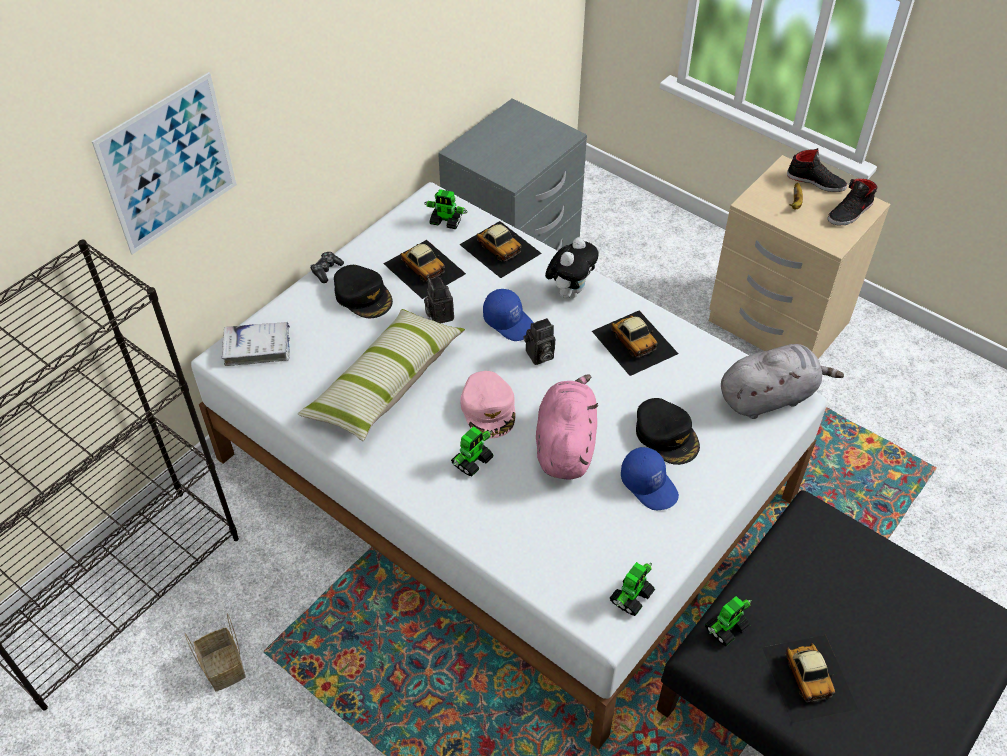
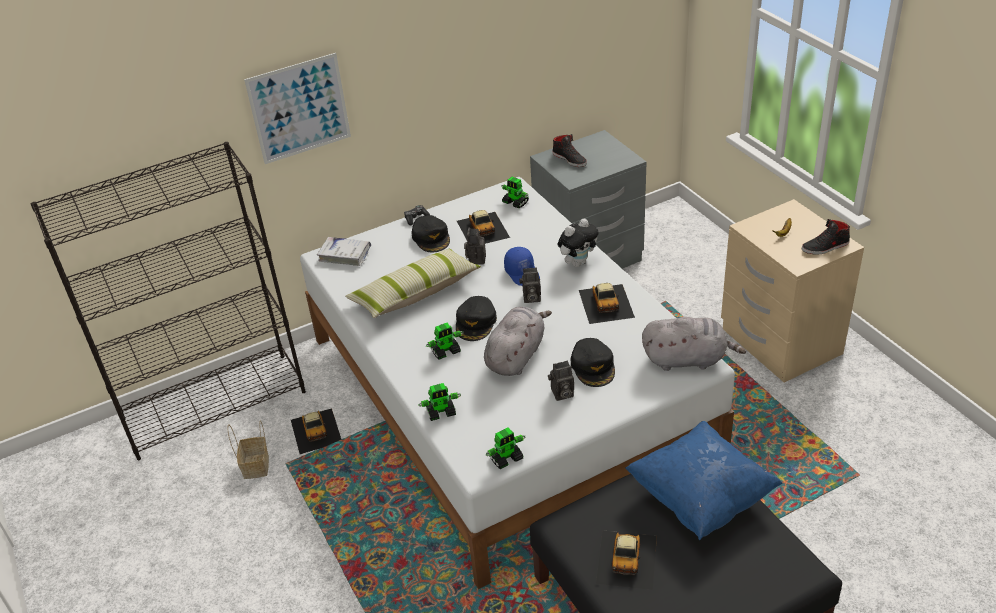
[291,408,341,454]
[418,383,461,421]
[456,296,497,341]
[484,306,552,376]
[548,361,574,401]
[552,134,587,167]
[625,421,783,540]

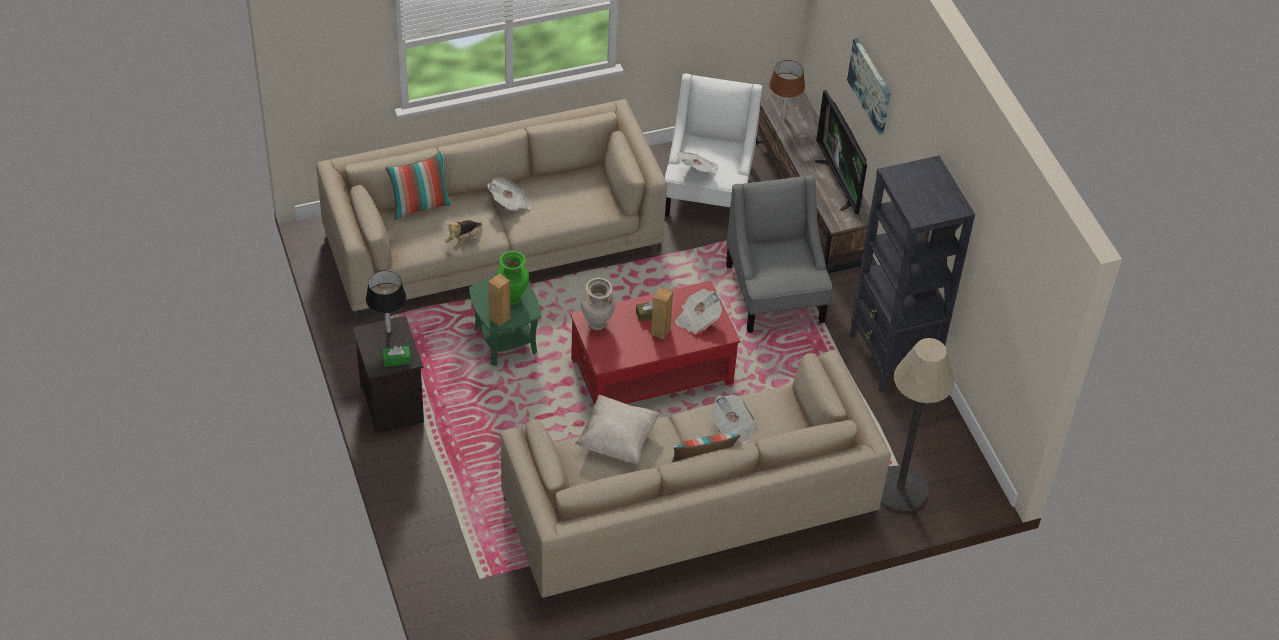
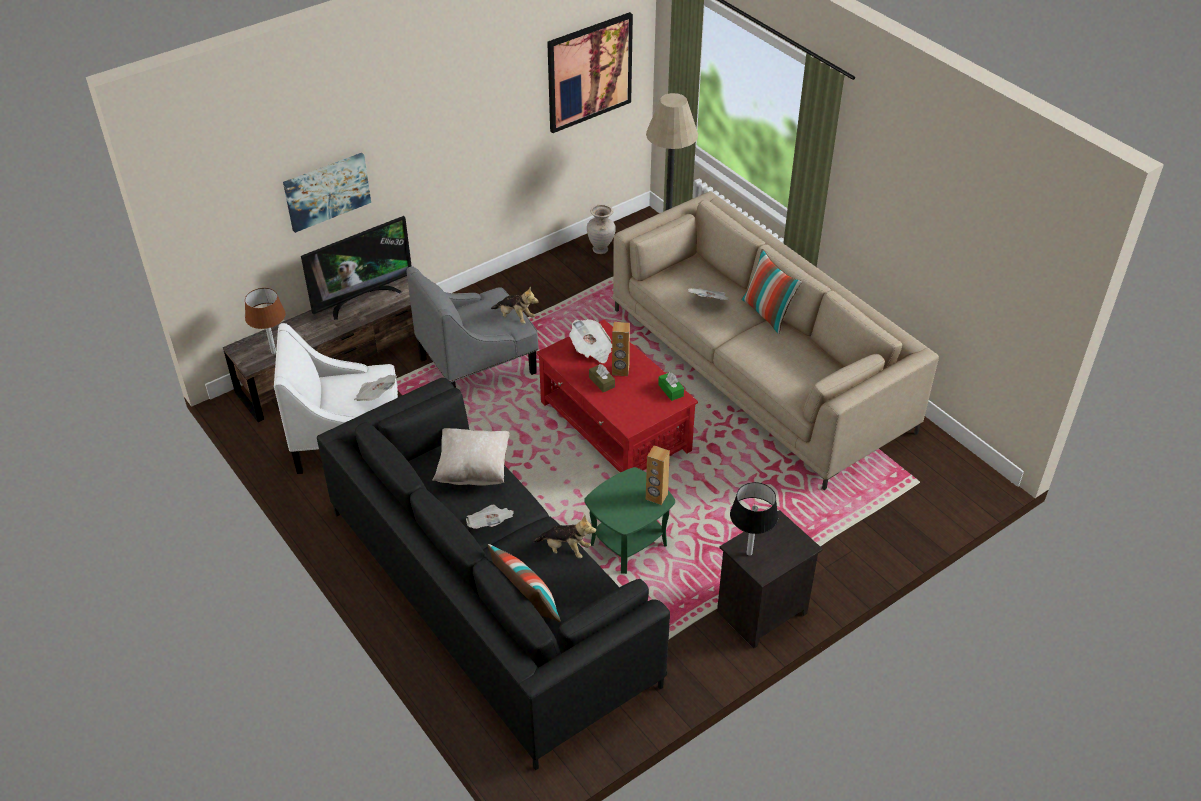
[317,378,670,770]
[432,428,510,486]
[491,287,539,324]
[547,12,633,133]
[587,204,616,254]
[658,372,684,401]
[495,251,529,305] (first image)
[850,156,975,392] (first image)

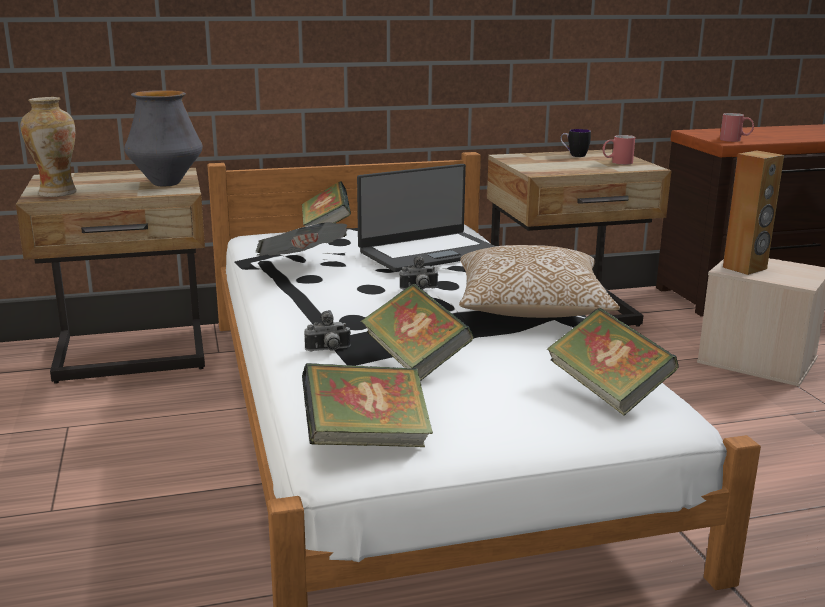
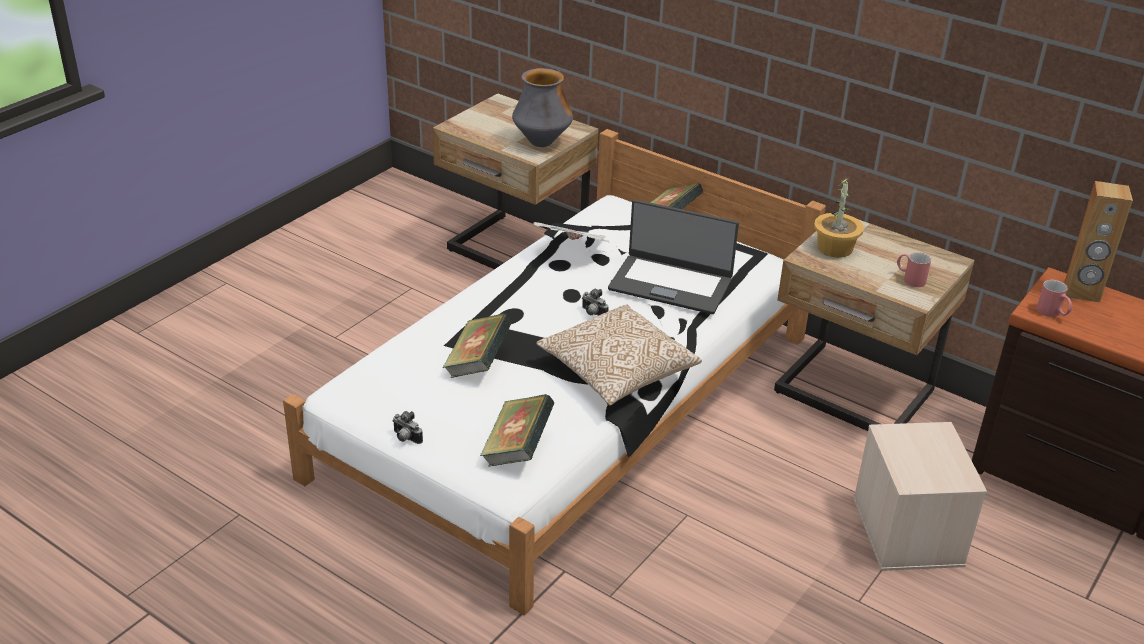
[393,411,423,444]
[814,177,864,258]
[1065,181,1133,303]
[21,97,77,197] (first image)
[302,363,433,447] (first image)
[560,129,591,157] (first image)

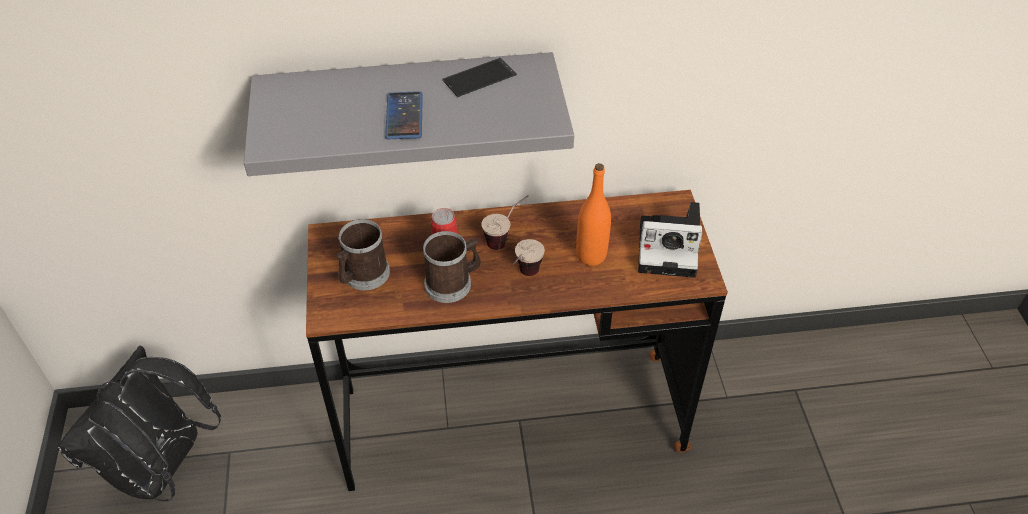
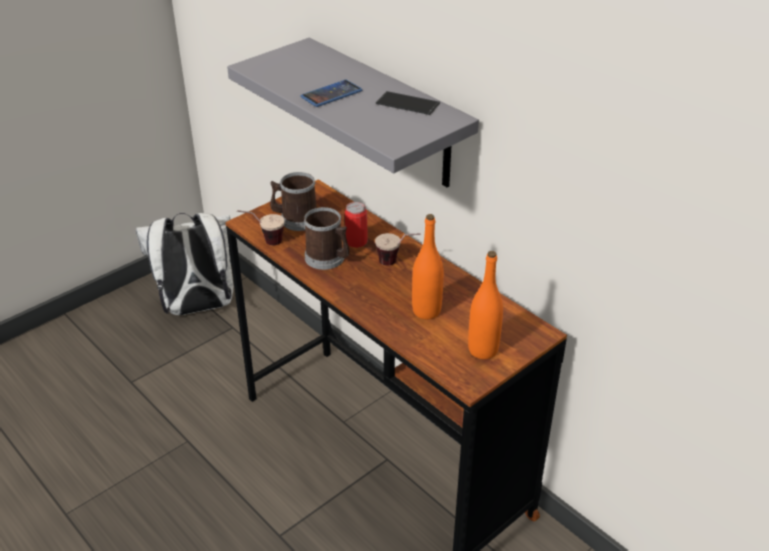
[136,213,233,315]
[237,210,285,245]
[468,251,503,359]

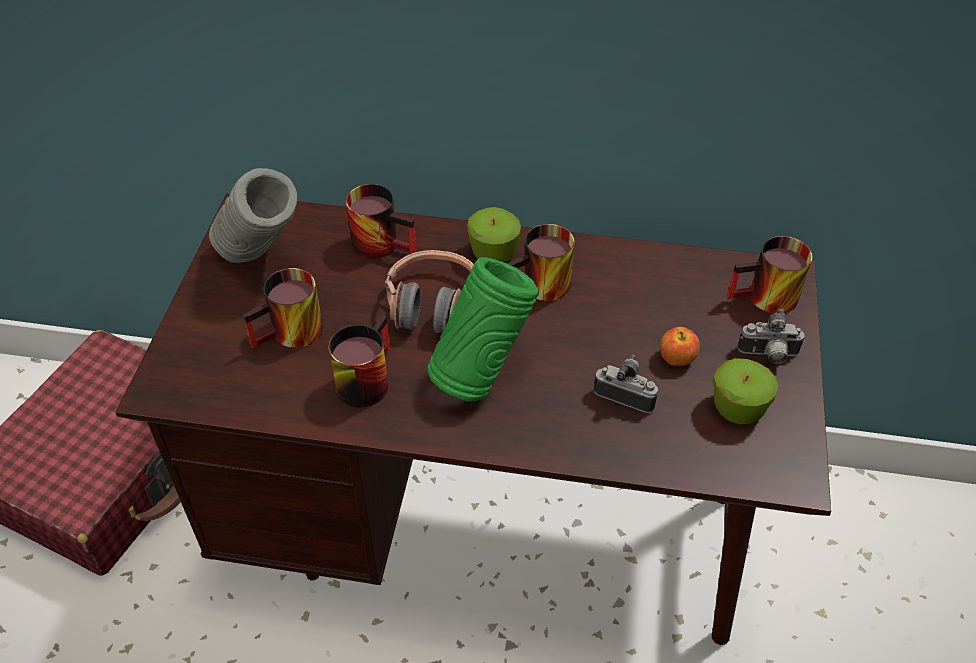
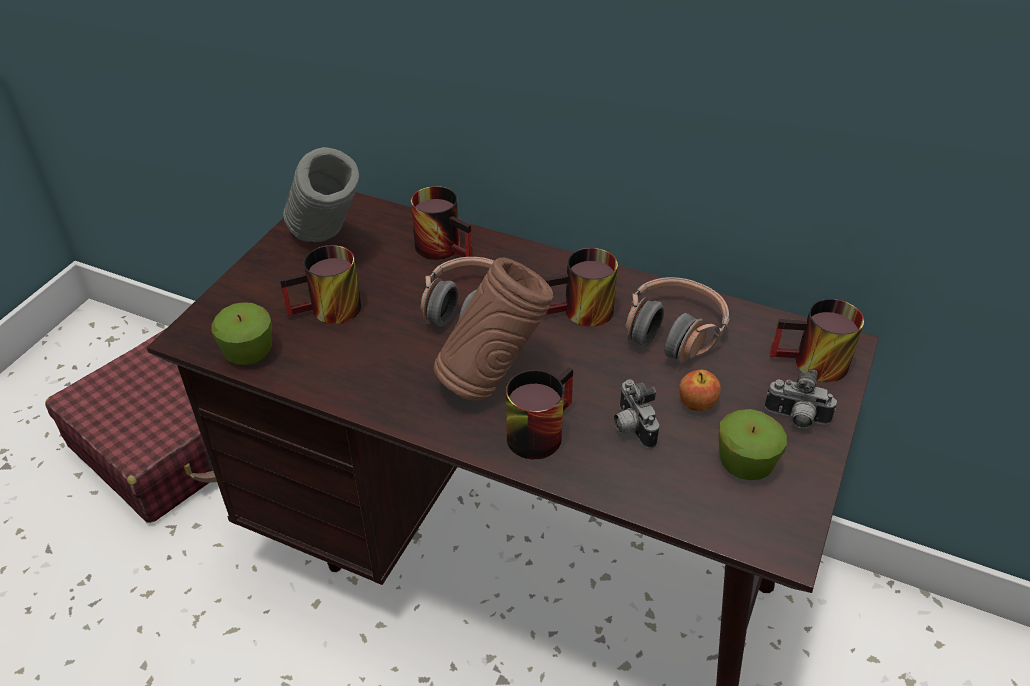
[211,302,272,365]
[434,258,553,401]
[506,367,573,459]
[614,379,659,449]
[625,277,730,363]

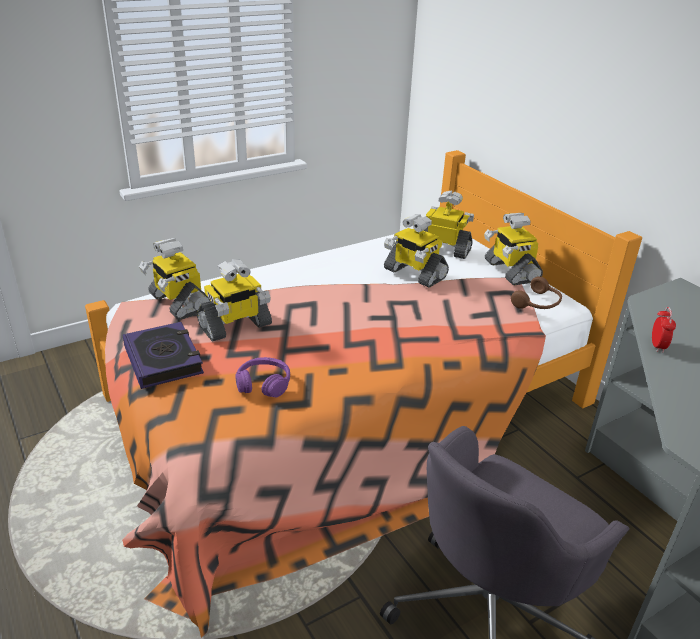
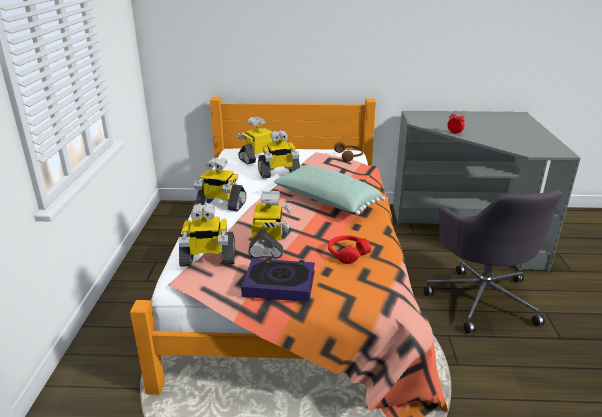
[194,157,246,211]
[274,165,385,215]
[328,235,371,264]

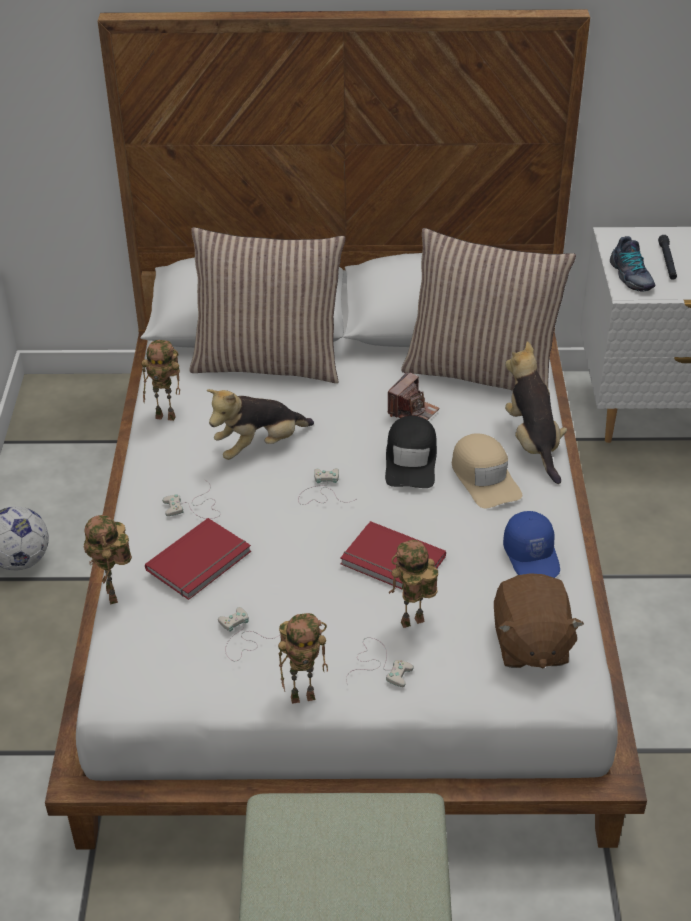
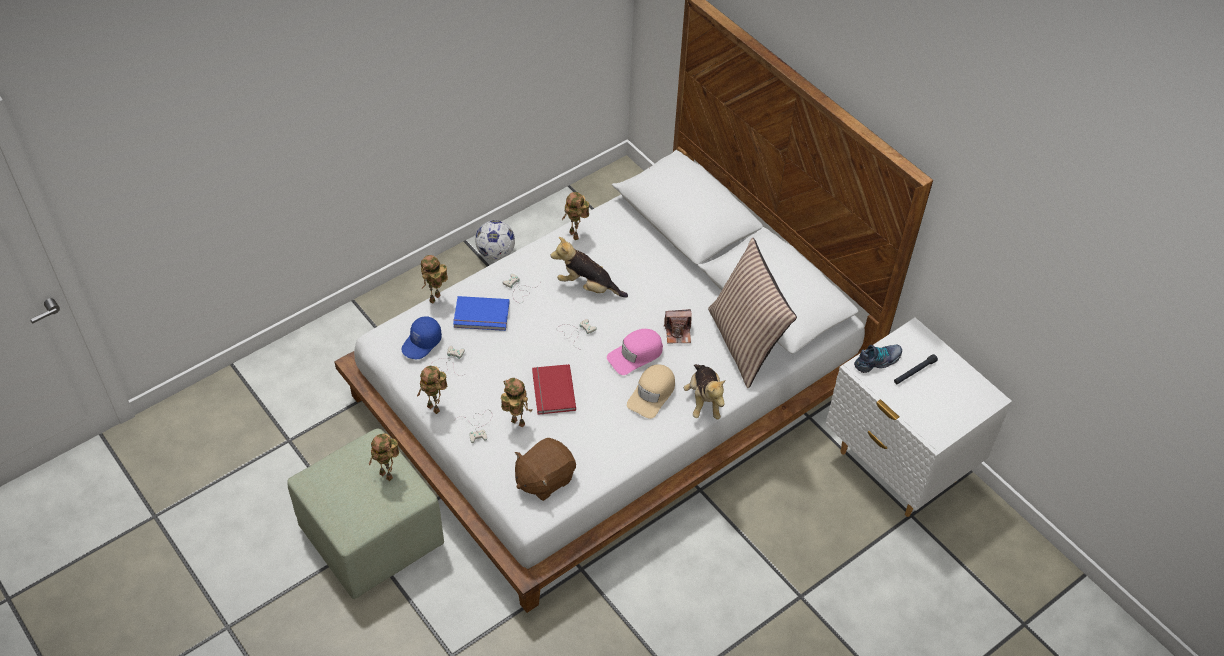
[369,433,399,481]
[401,316,442,359]
[453,296,509,331]
[607,329,663,375]
[684,364,726,419]
[854,345,902,373]
[189,227,345,383] (first image)

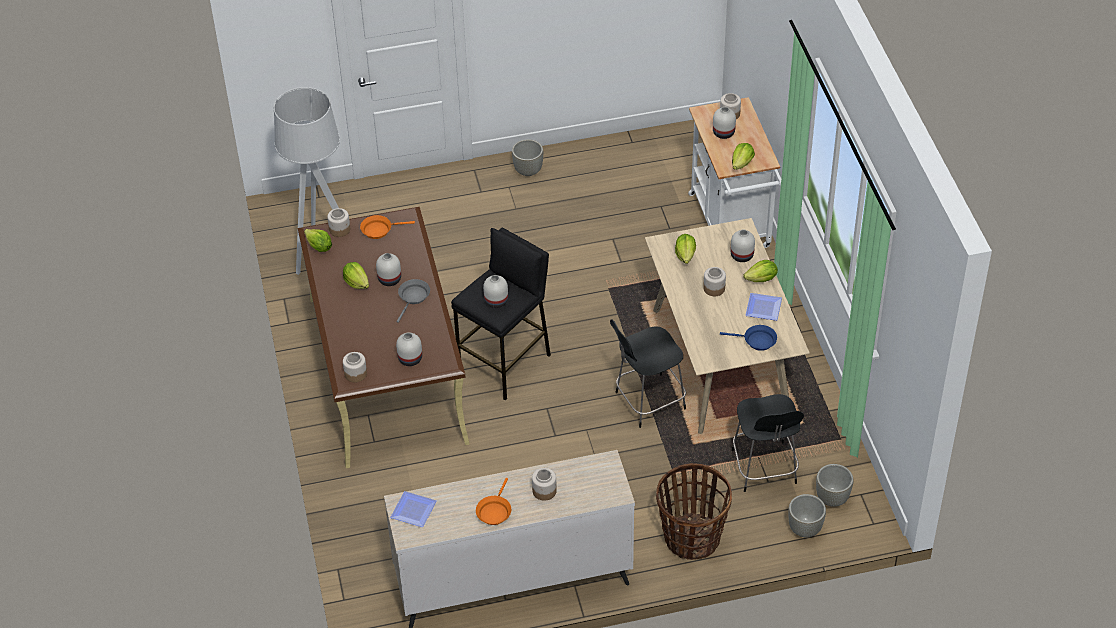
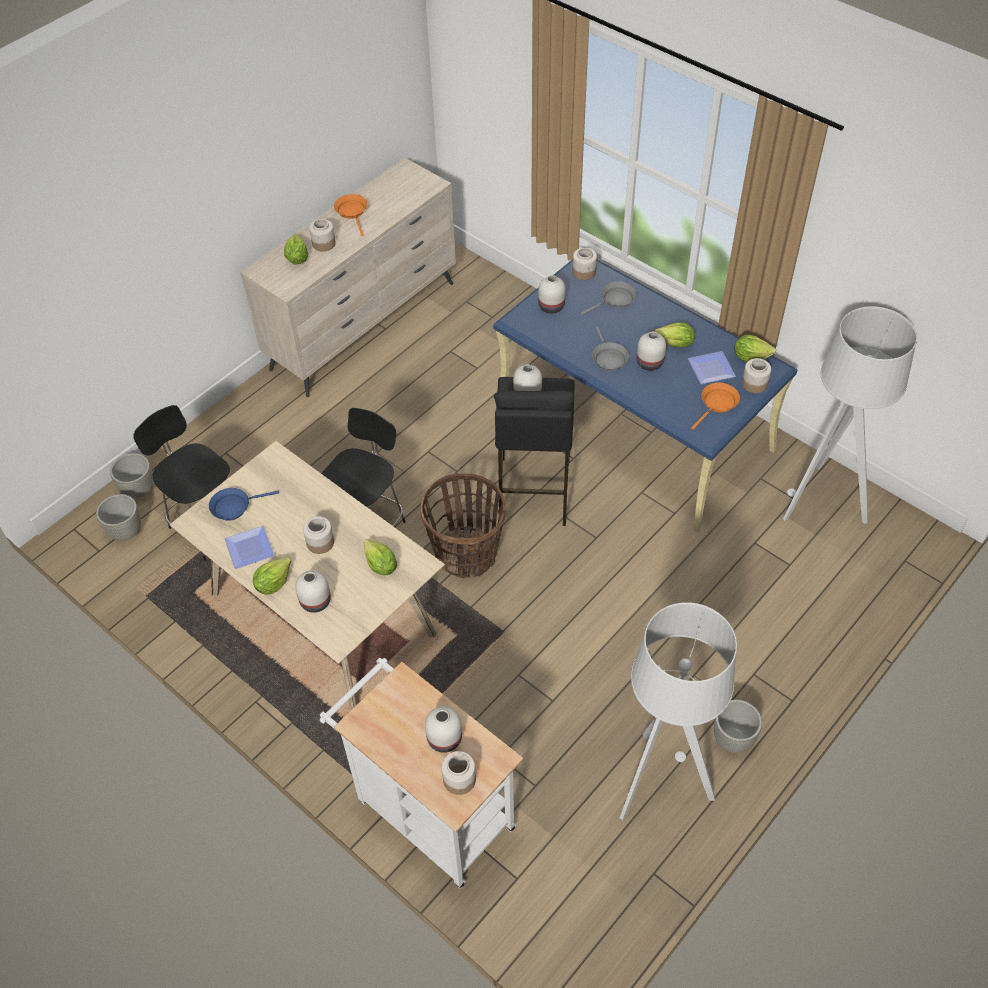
[284,234,308,264]
[421,473,506,579]
[493,259,798,533]
[581,281,637,315]
[620,602,737,820]
[688,351,736,384]

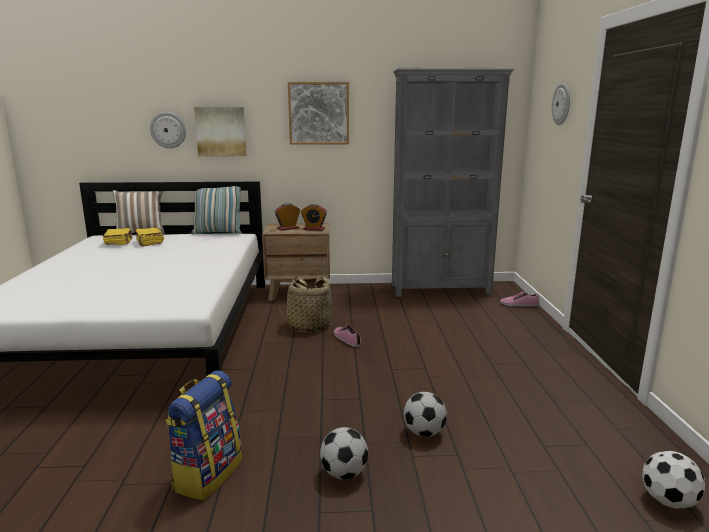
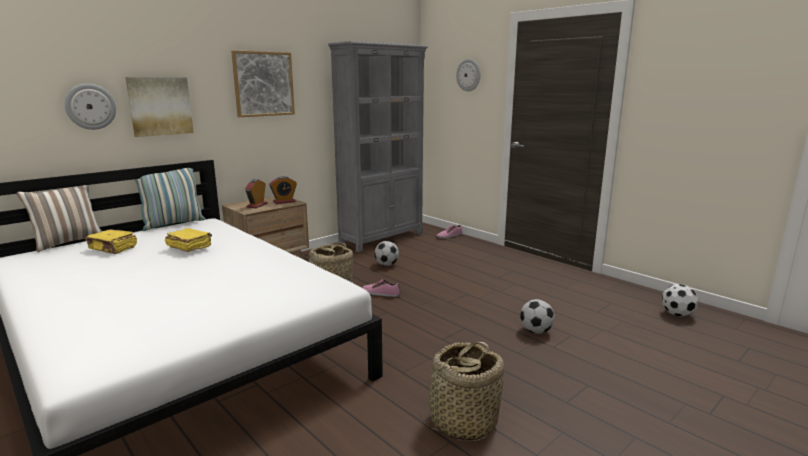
[165,228,212,252]
[374,241,399,266]
[420,342,504,441]

